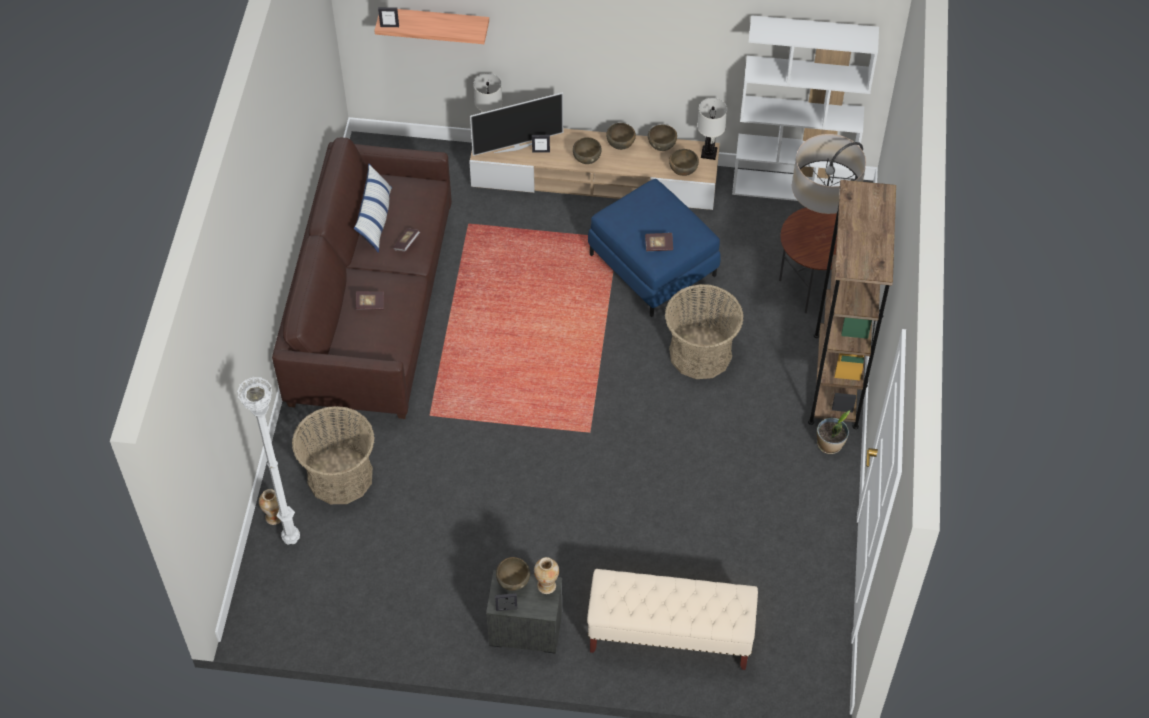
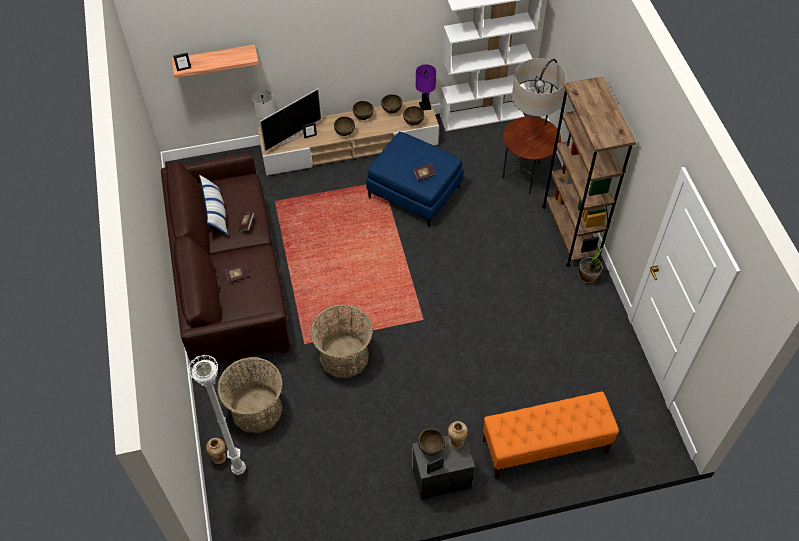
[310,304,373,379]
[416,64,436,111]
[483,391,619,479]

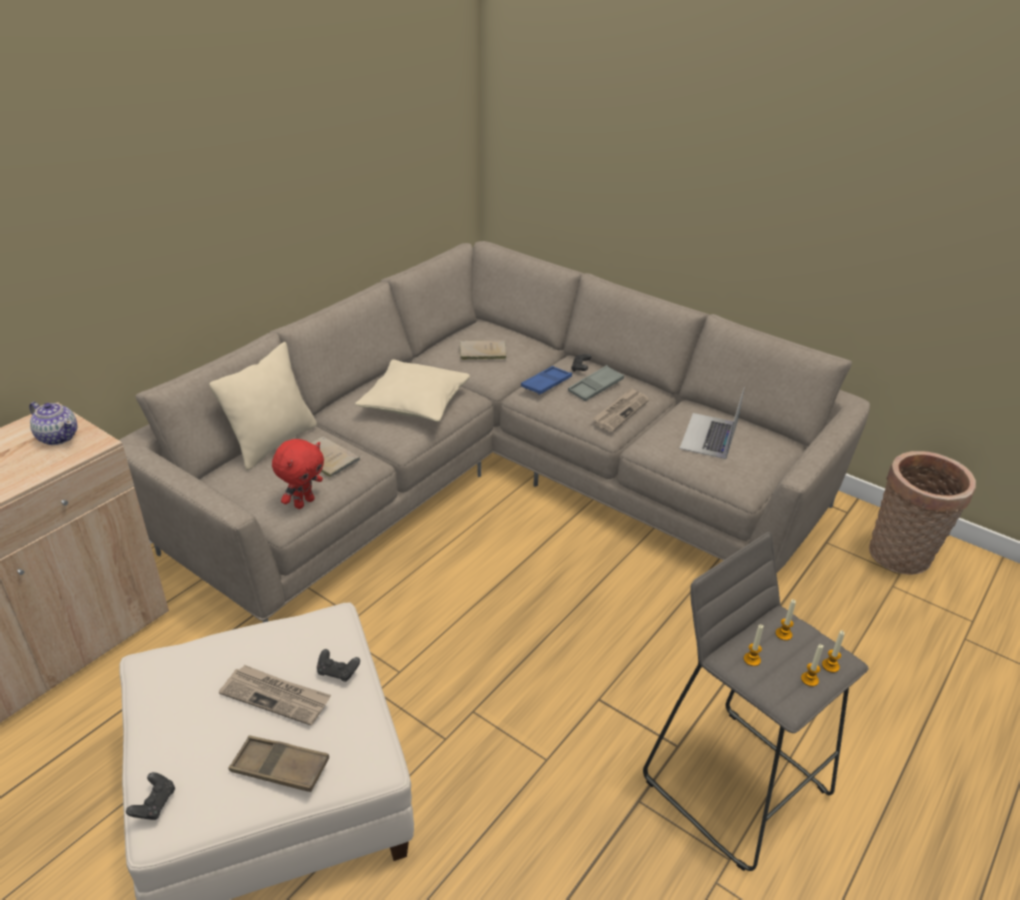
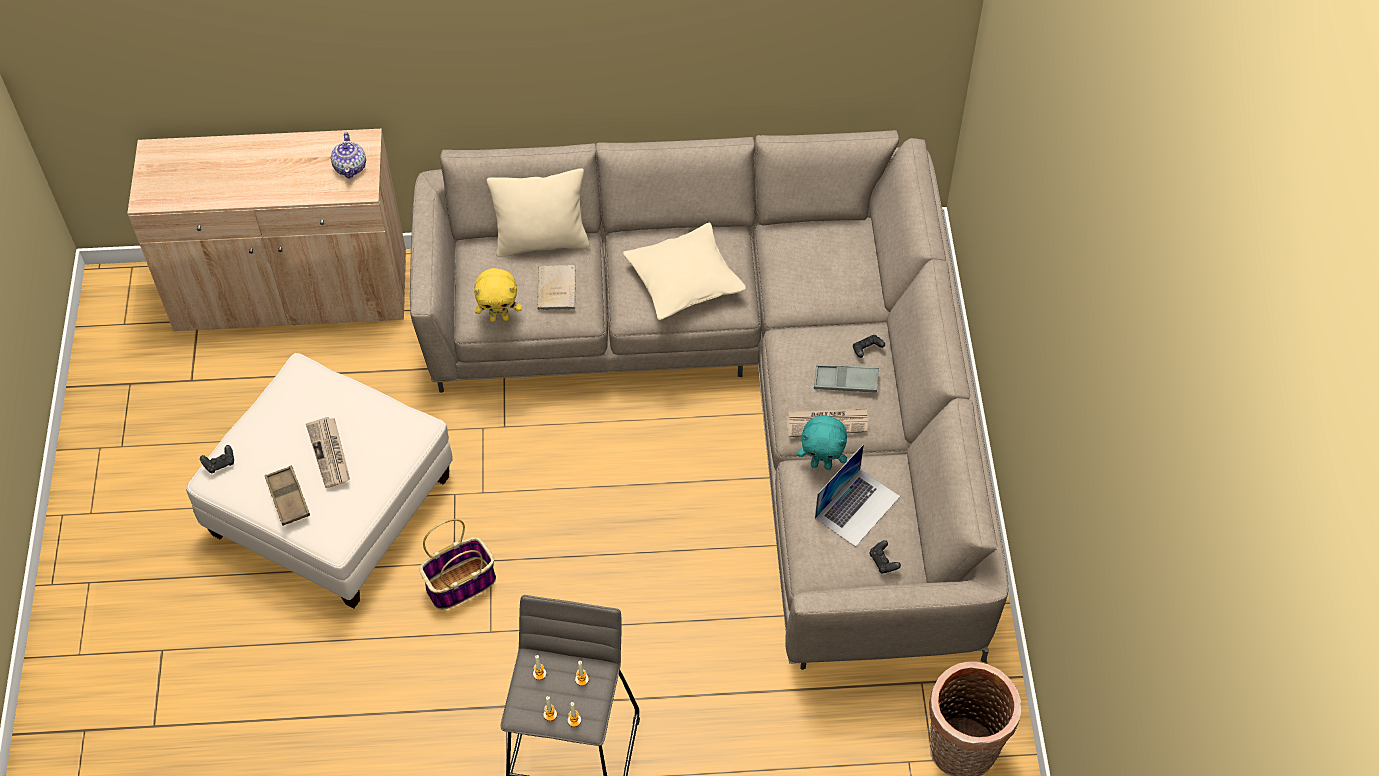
[420,519,496,610]
[474,268,522,322]
[798,415,847,470]
[815,444,900,547]
[869,540,901,573]
[459,340,507,360] (first image)
[521,366,572,395] (first image)

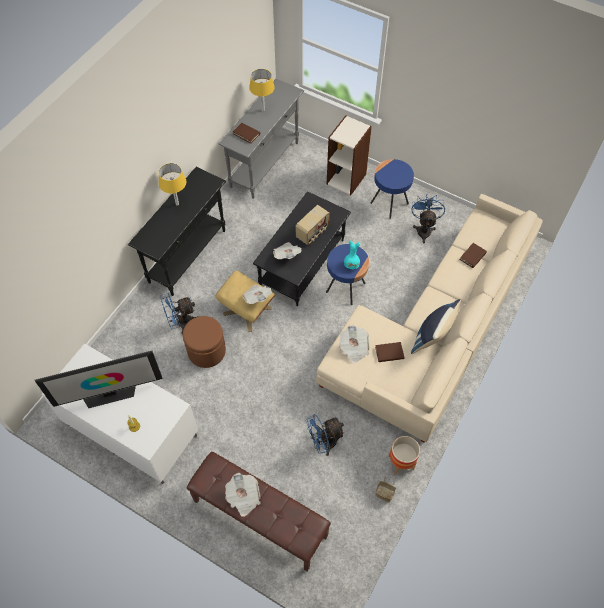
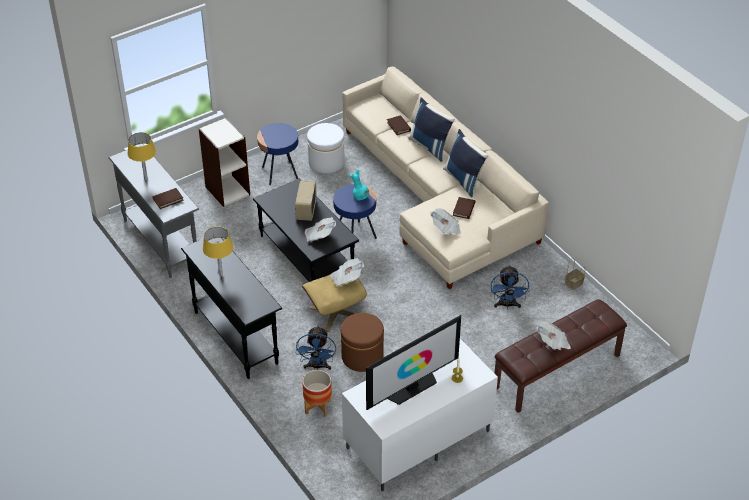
[295,181,317,221]
[302,370,332,417]
[307,123,345,174]
[366,315,461,410]
[408,97,455,162]

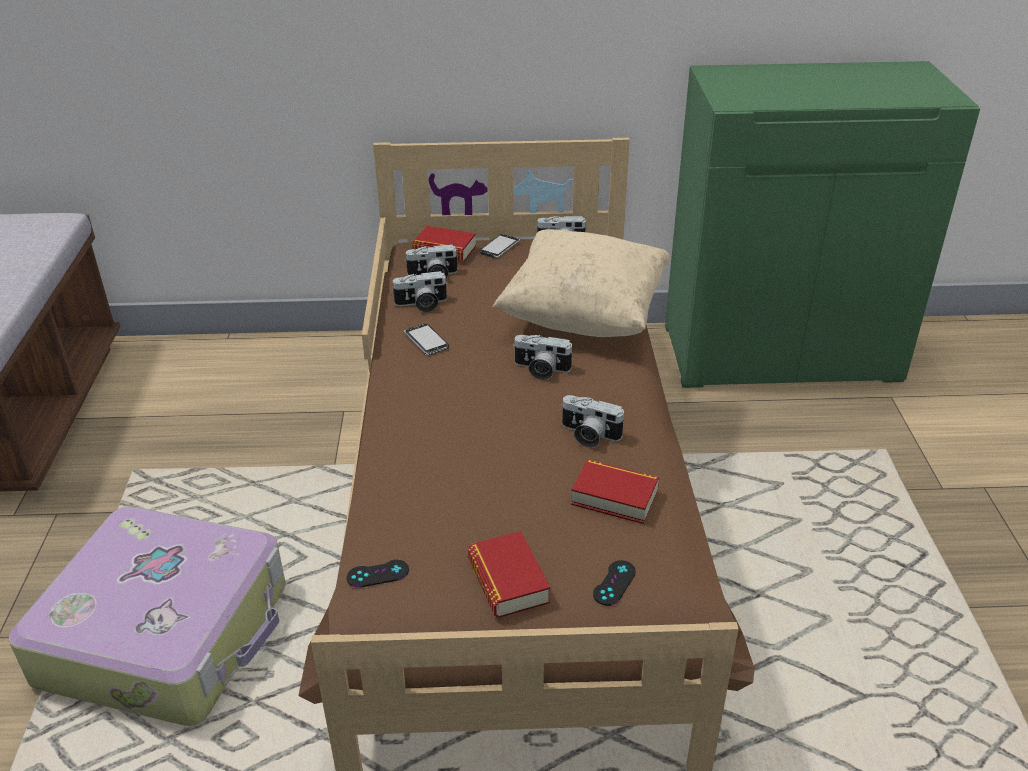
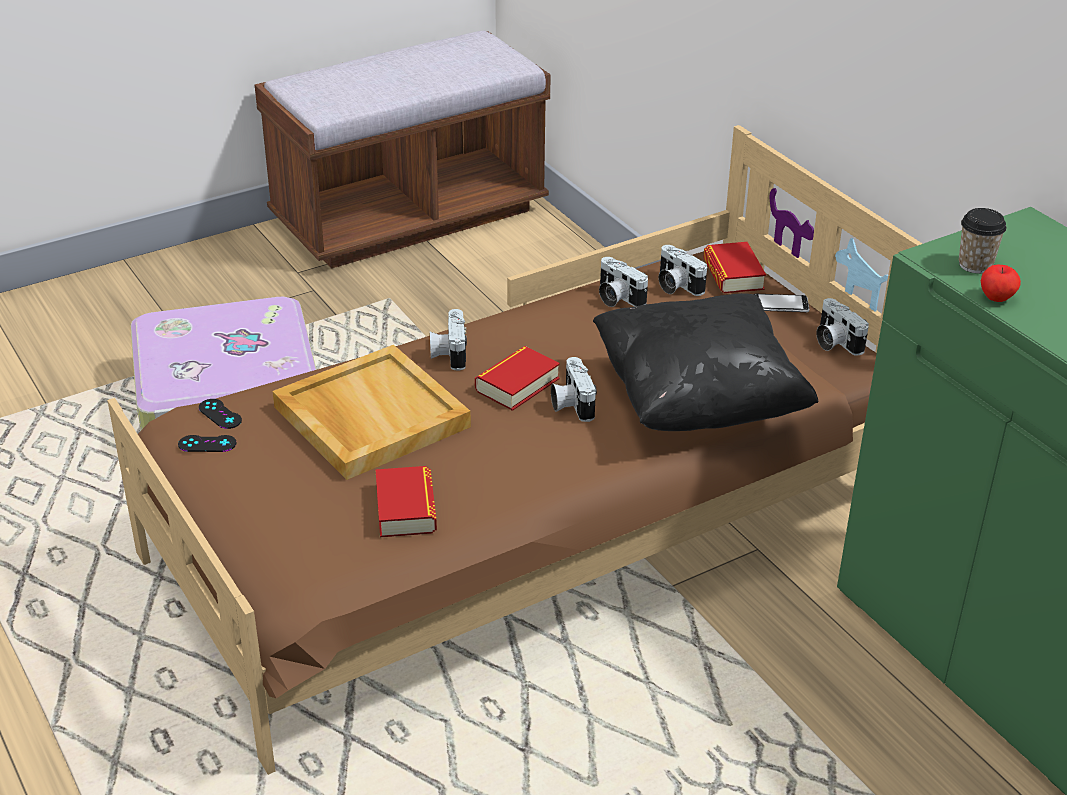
[178,435,236,452]
[272,345,471,480]
[430,309,467,370]
[475,346,560,411]
[593,293,818,431]
[959,208,1006,274]
[981,265,1021,302]
[404,323,449,355] (first image)

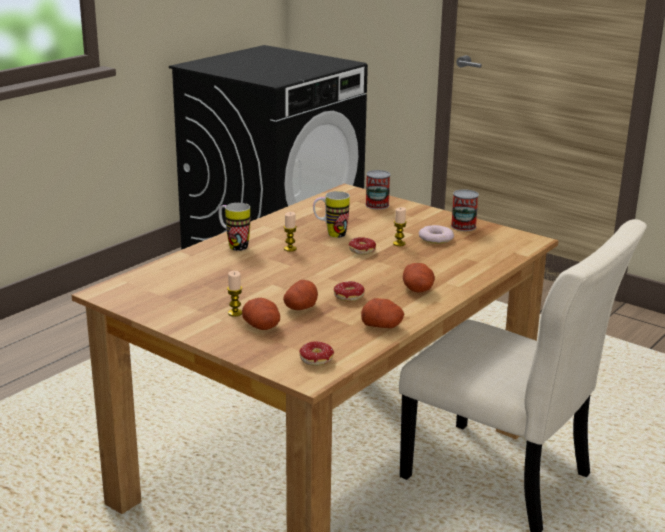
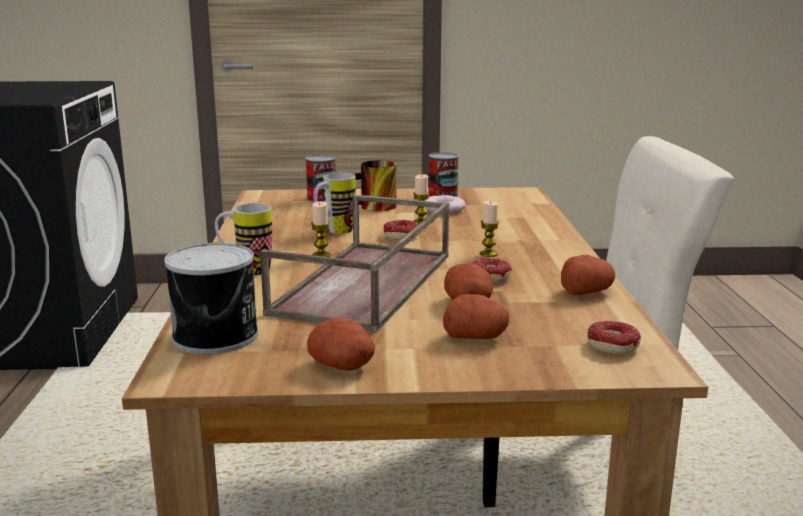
[164,243,258,354]
[260,194,449,332]
[307,318,375,371]
[354,160,396,211]
[480,201,499,257]

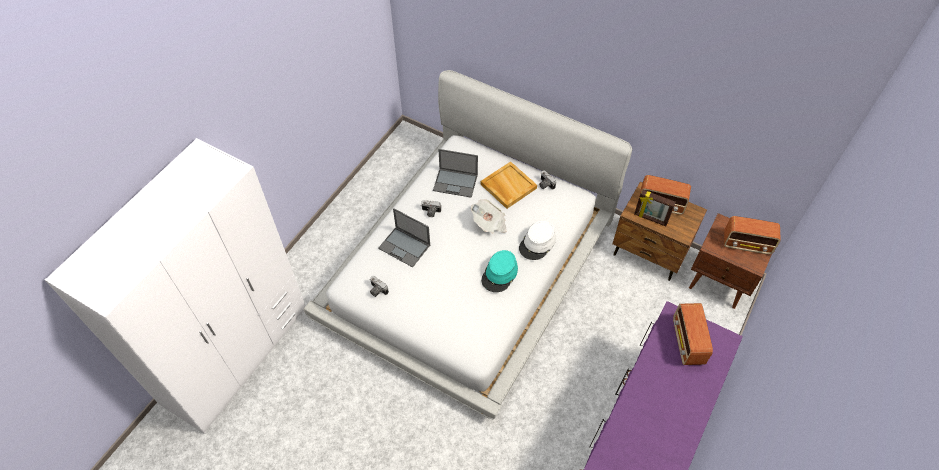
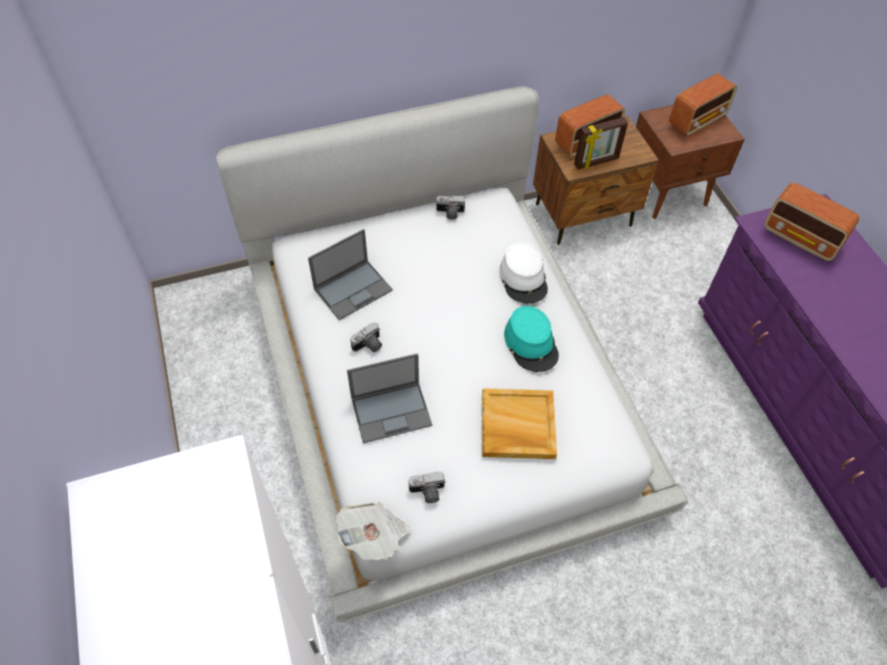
[335,502,410,560]
[482,388,557,459]

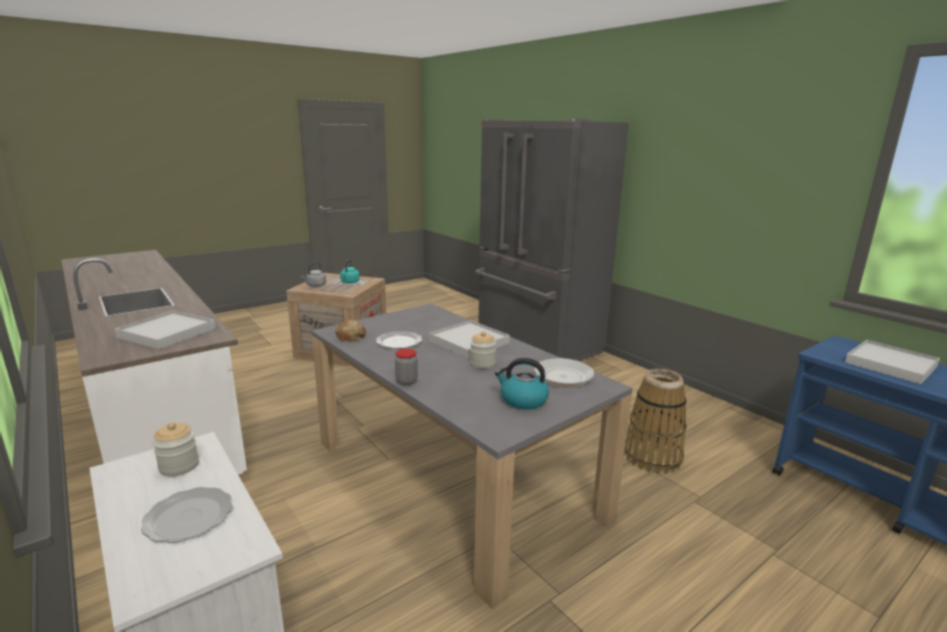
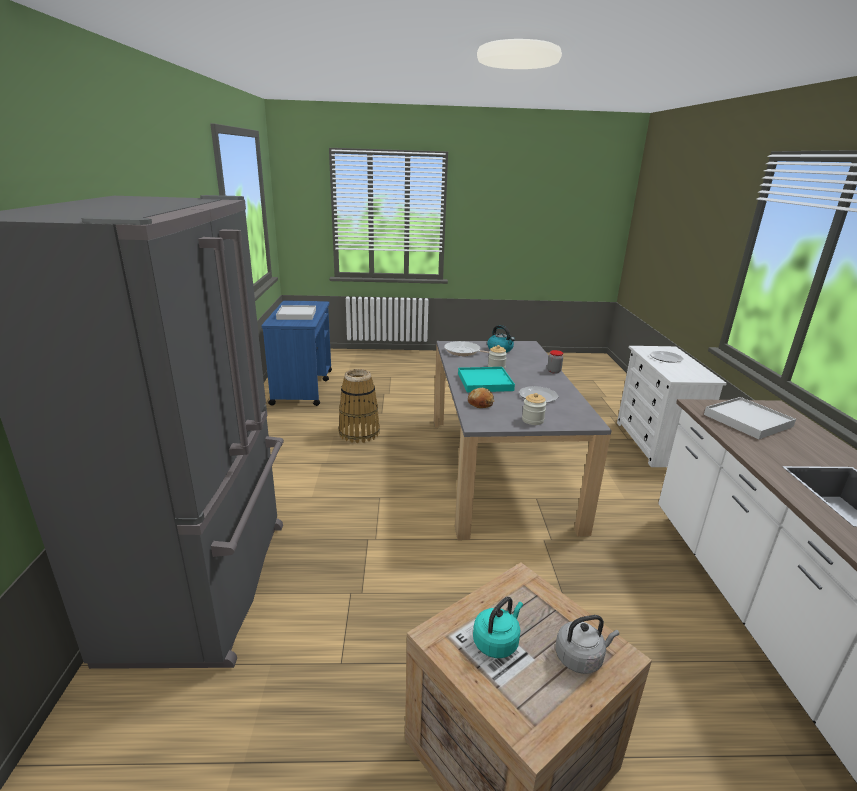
[458,367,515,392]
[468,388,494,408]
[522,393,547,425]

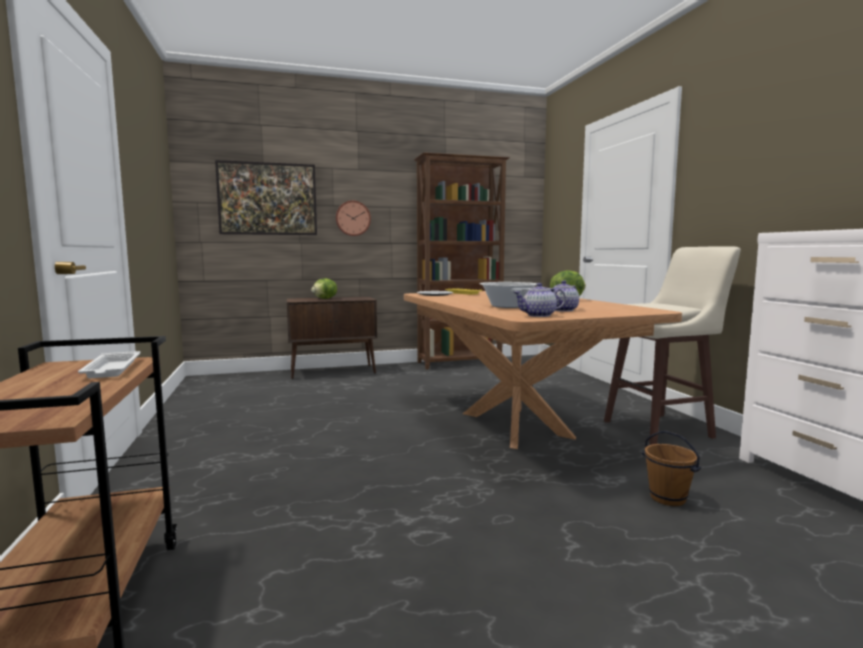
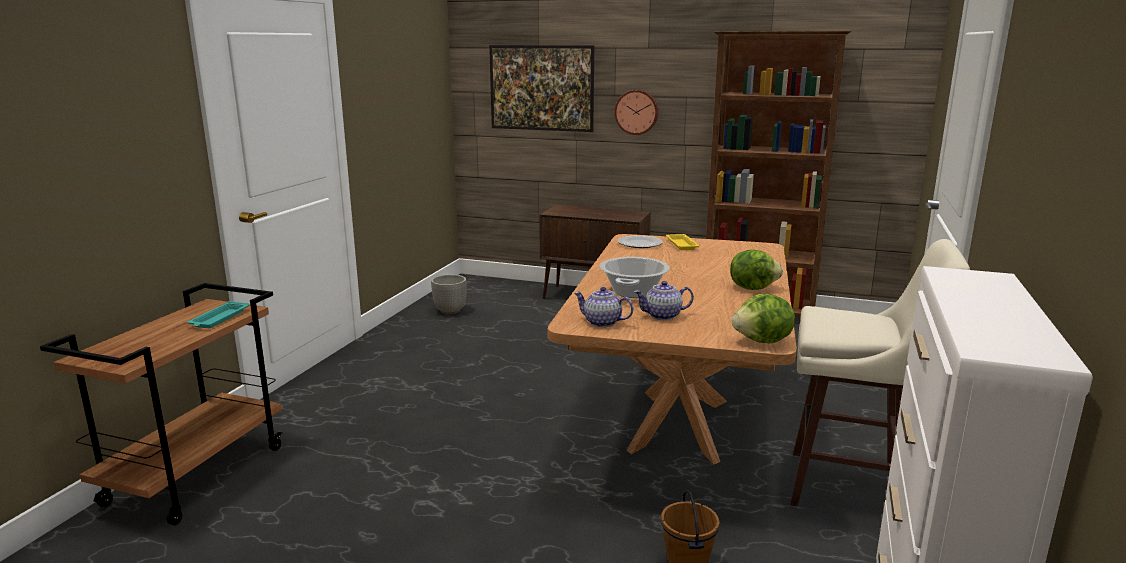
[187,301,249,328]
[431,274,467,314]
[731,294,795,343]

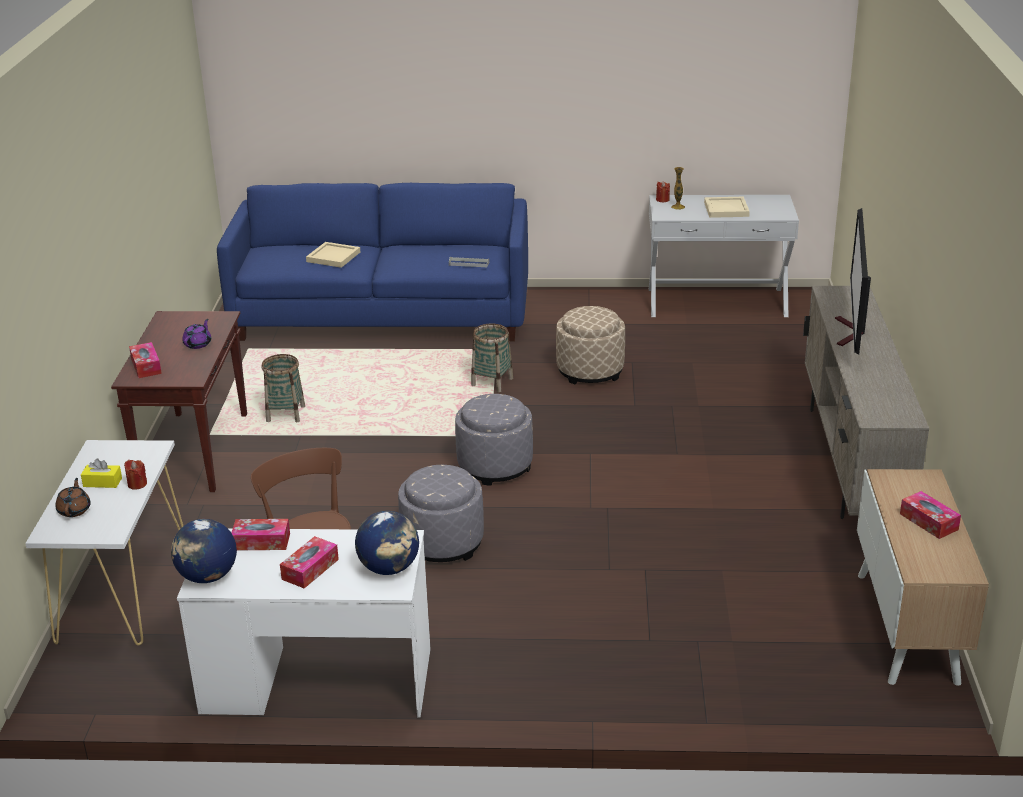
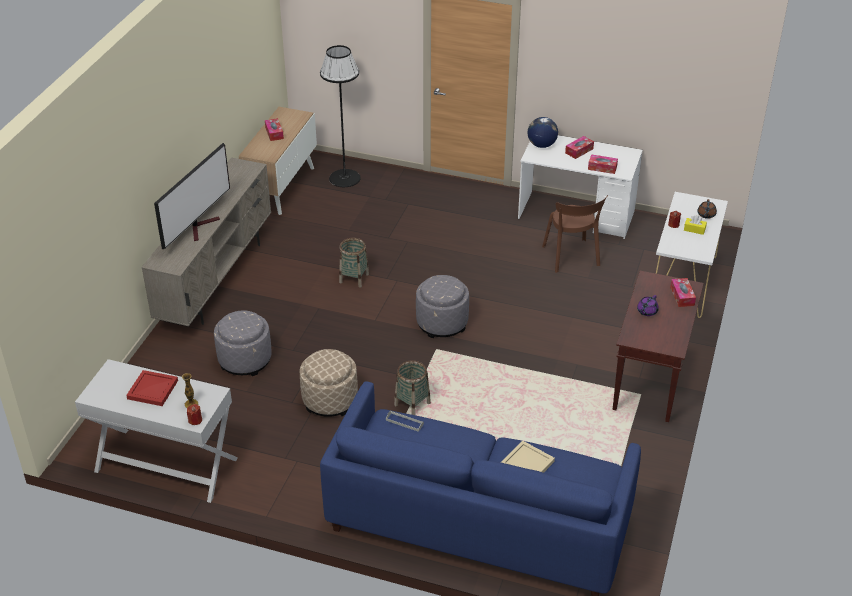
[126,370,178,406]
[214,311,272,376]
[320,45,361,187]
[339,238,369,288]
[171,519,237,583] (first image)

